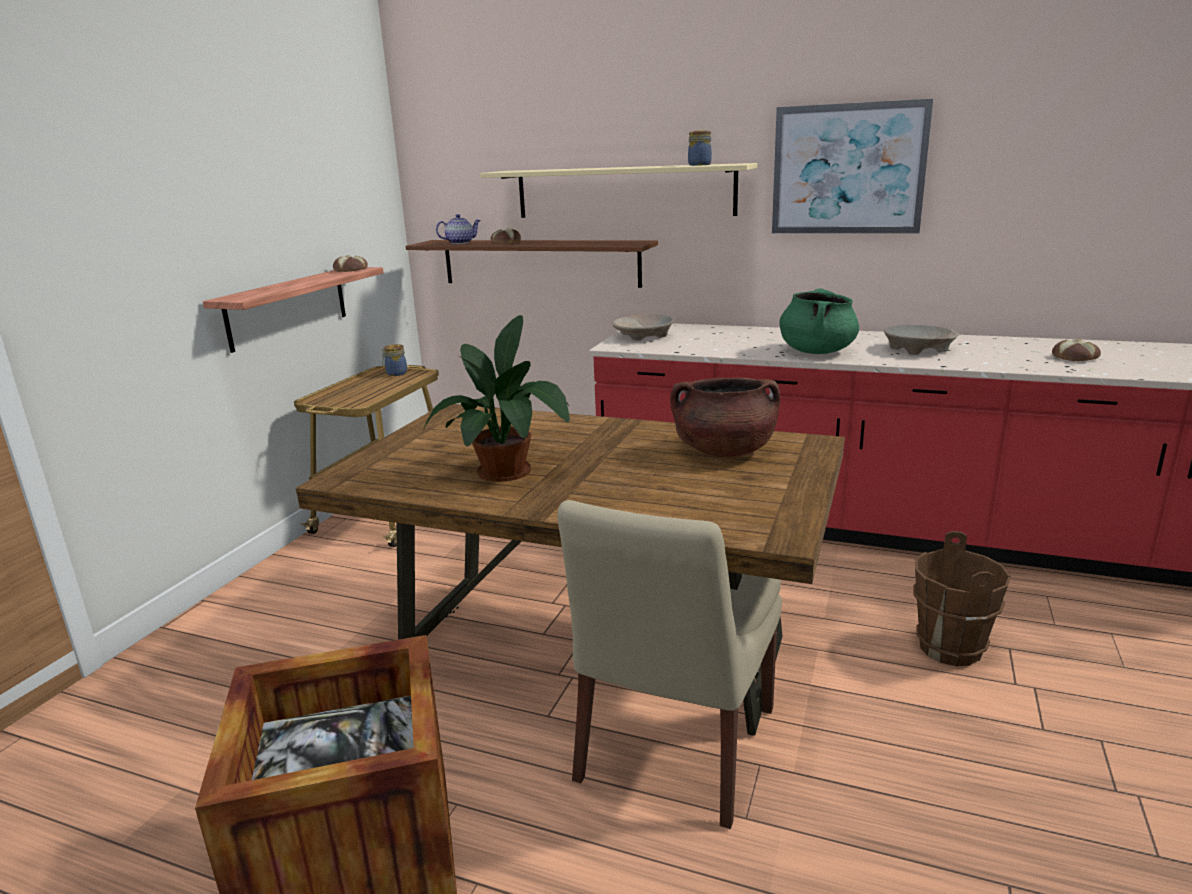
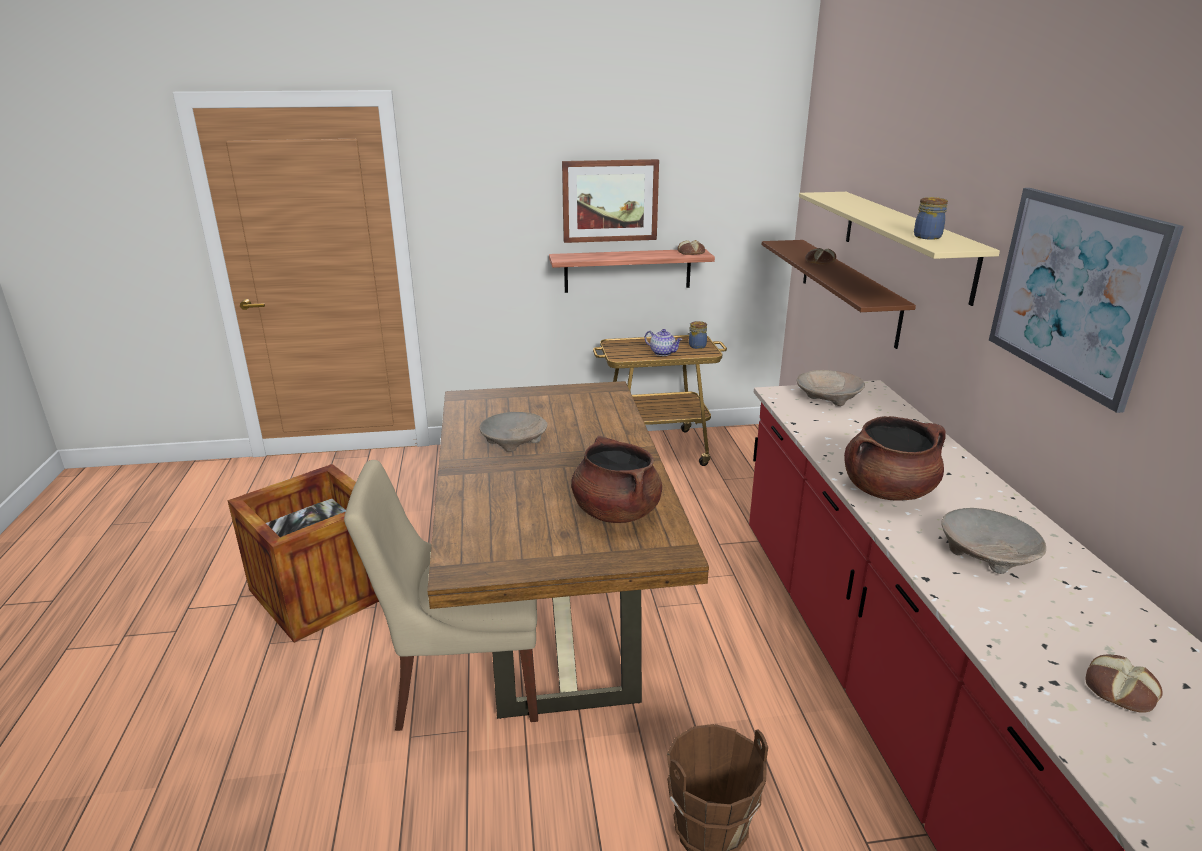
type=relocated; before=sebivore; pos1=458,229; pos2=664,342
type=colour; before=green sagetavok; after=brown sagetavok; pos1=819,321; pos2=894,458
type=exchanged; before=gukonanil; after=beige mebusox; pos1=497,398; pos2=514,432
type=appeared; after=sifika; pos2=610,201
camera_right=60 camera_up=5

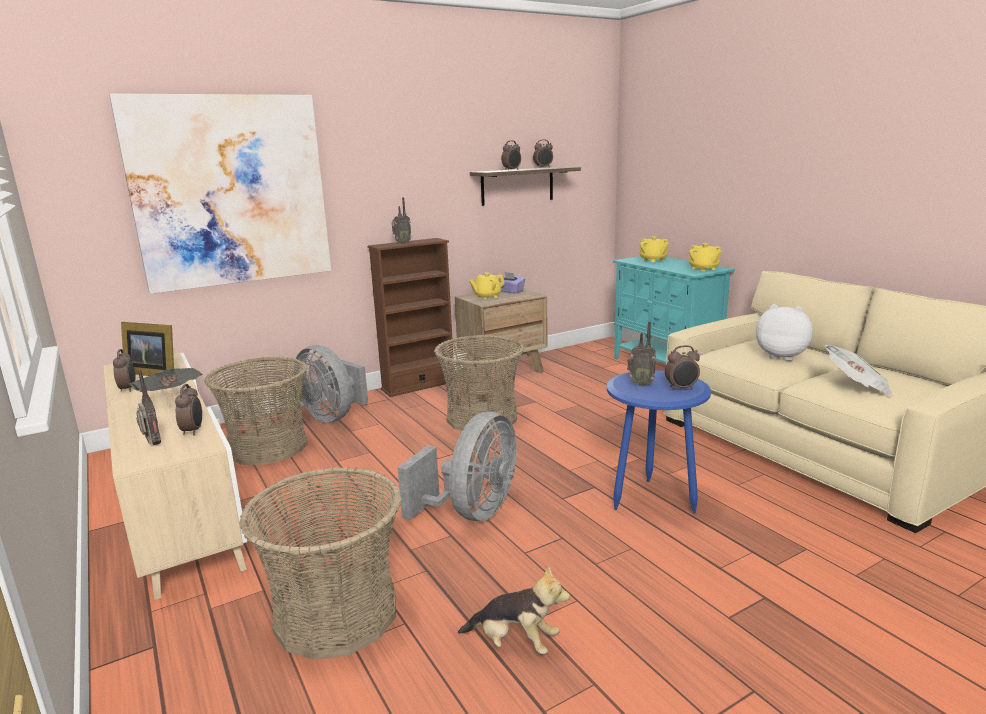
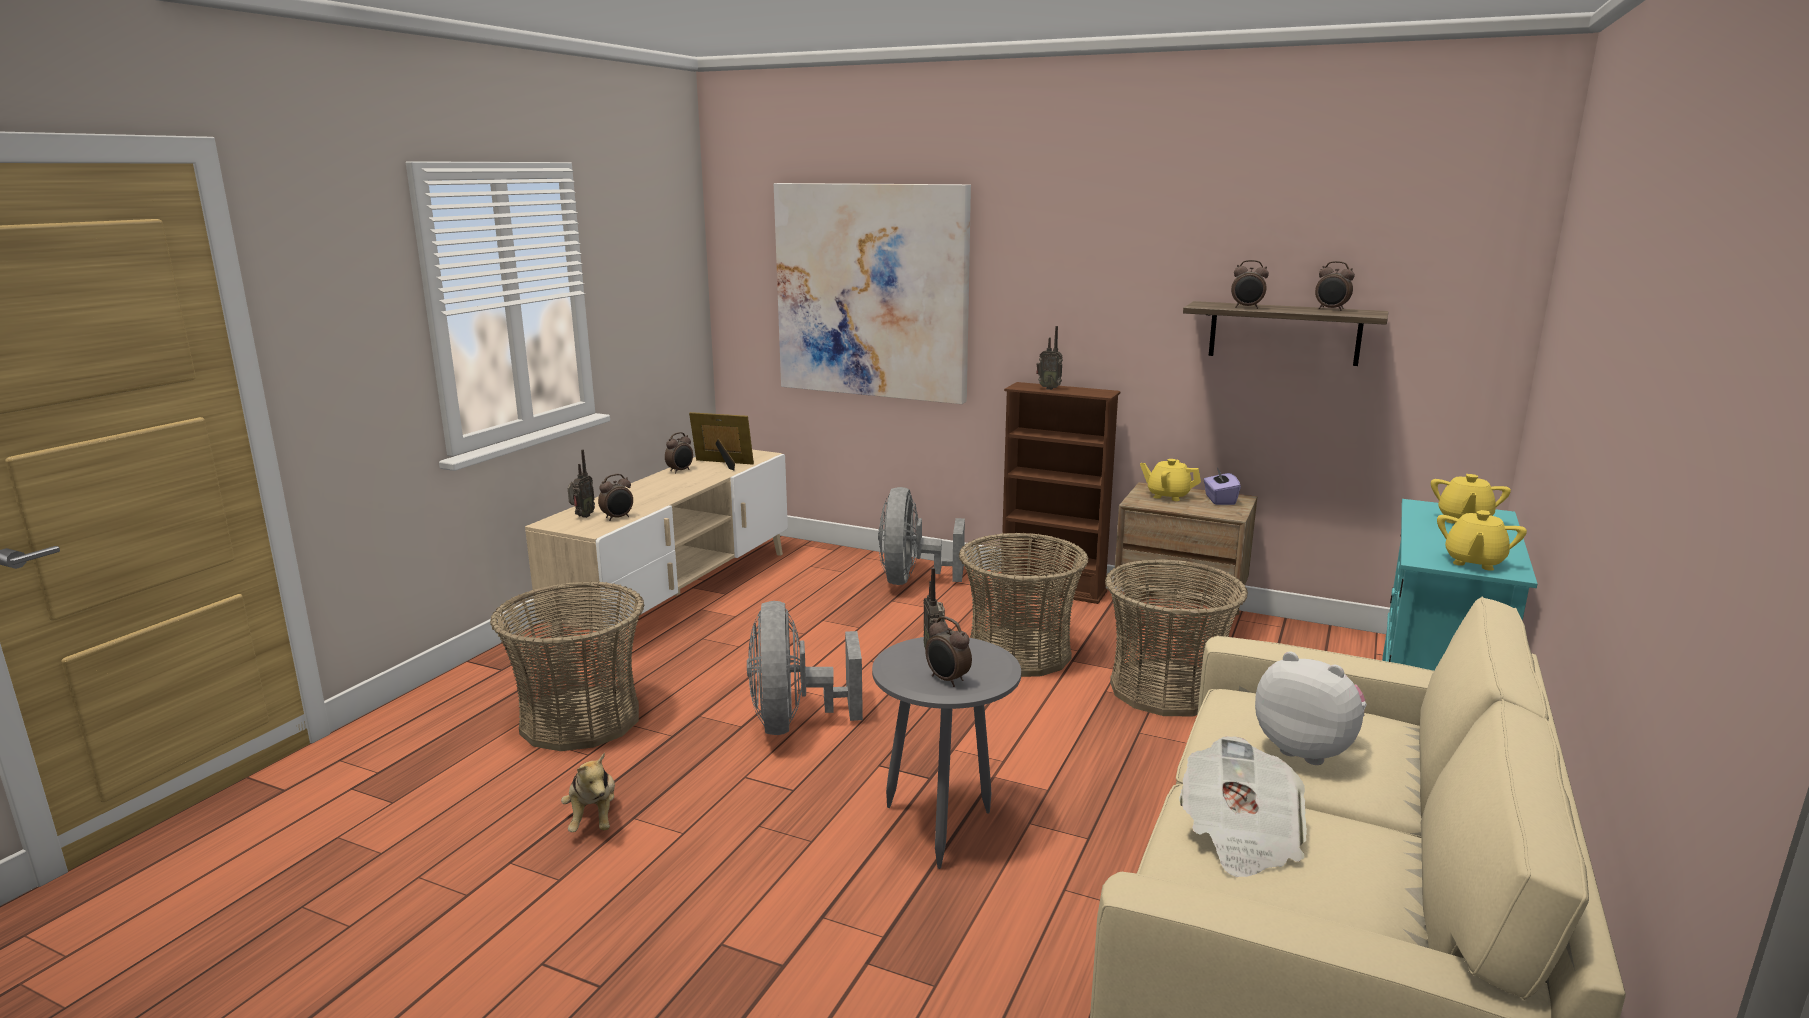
type=spun; before=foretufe; pos1=784,332; pos2=1311,708; turn=-45
type=spun; before=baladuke; pos1=147,349; pos2=721,441; turn=120
type=relocated; before=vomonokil; pos1=256,411; pos2=1176,638
type=missing; before=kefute; pos1=166,380
type=colour; before=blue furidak; after=grey furidak; pos1=659,442; pos2=946,753
type=spun; before=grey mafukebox; pos1=457,466; pos2=805,668; turn=90
camera_right=55 camera_up=0

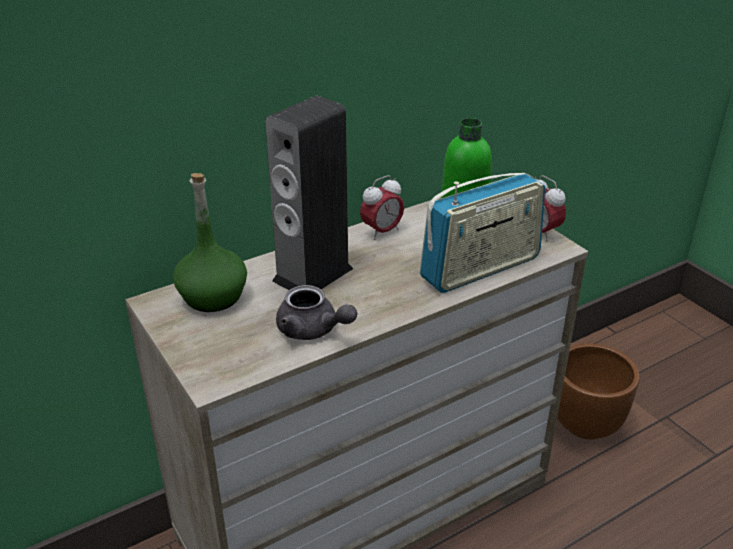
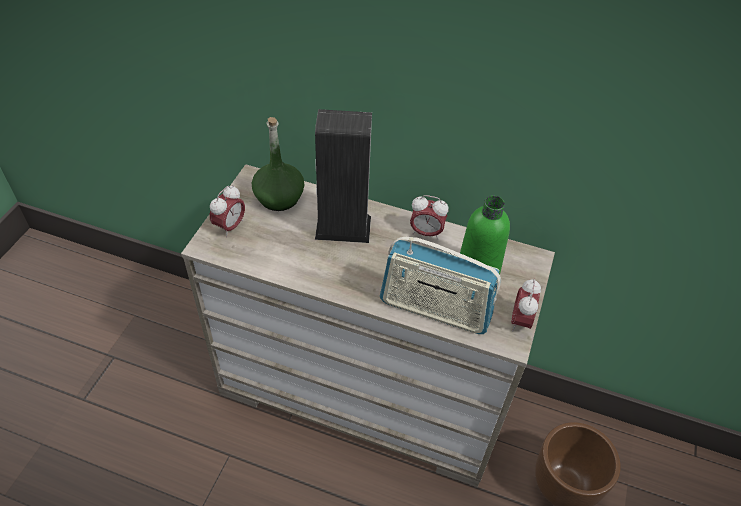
type=missing; before=grey sebivore; pos1=316,312
type=appeared; after=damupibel; pos2=227,211
camera_right=50 camera_up=15

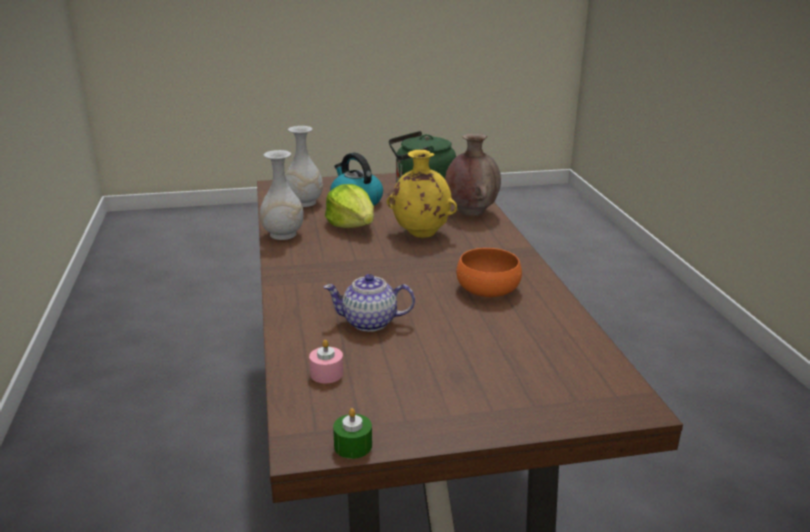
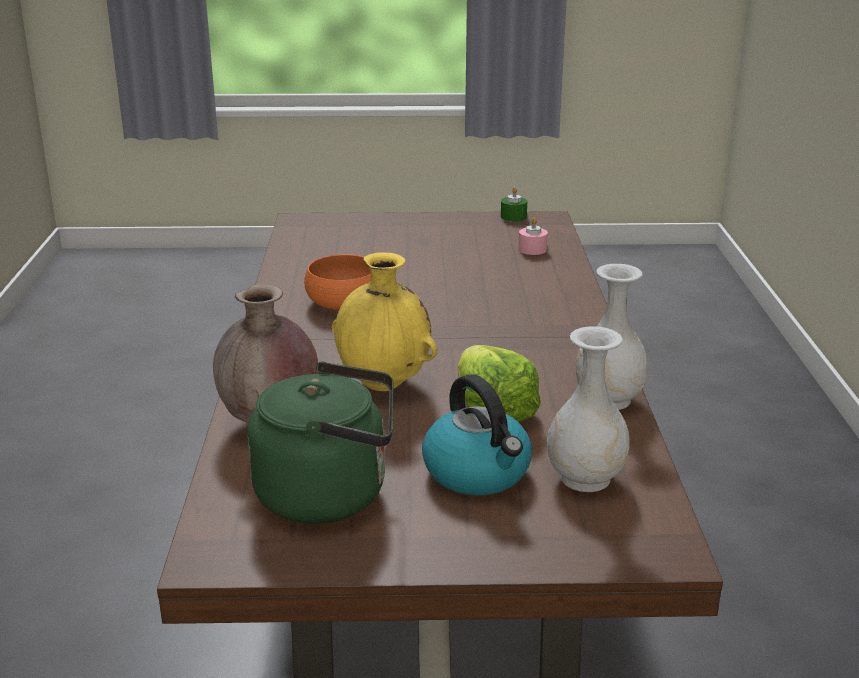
type=missing; before=sebivore; pos1=369,303
camera_right=-170 camera_up=0

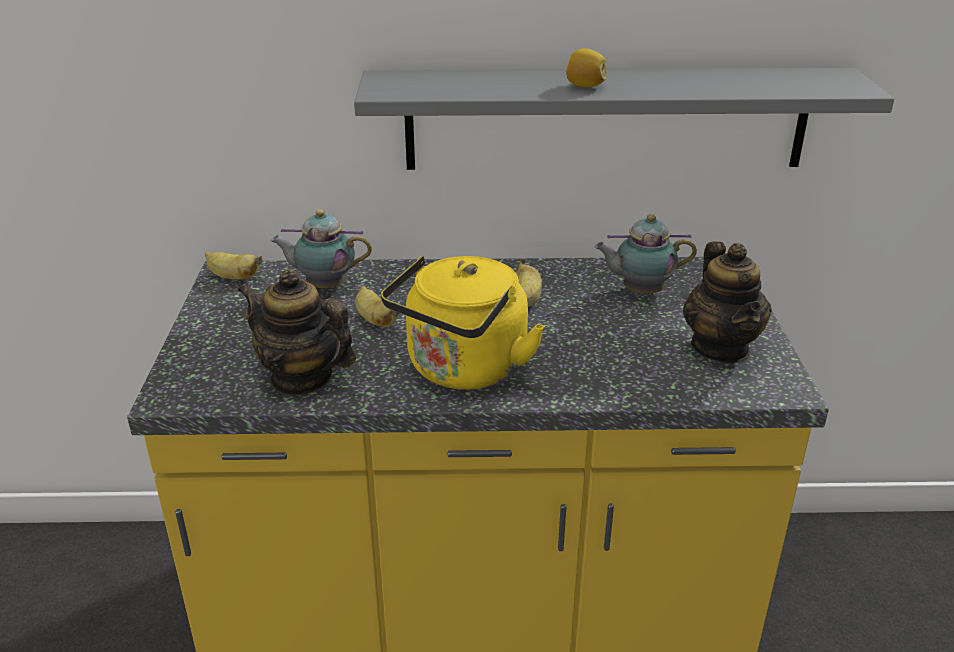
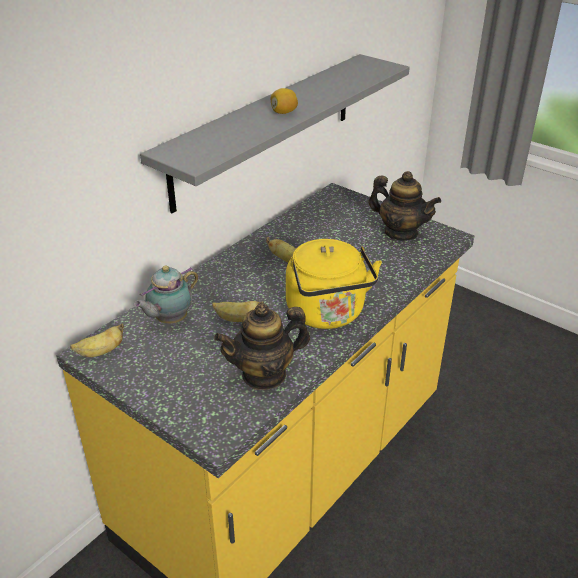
type=missing; before=sebivore; pos1=646,254
camera_right=-50 camera_up=5

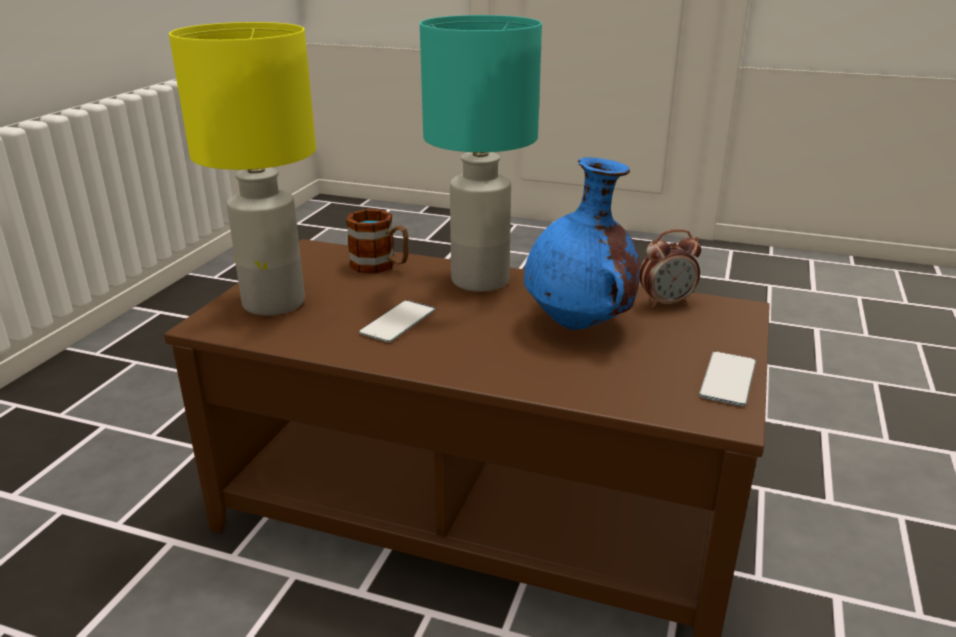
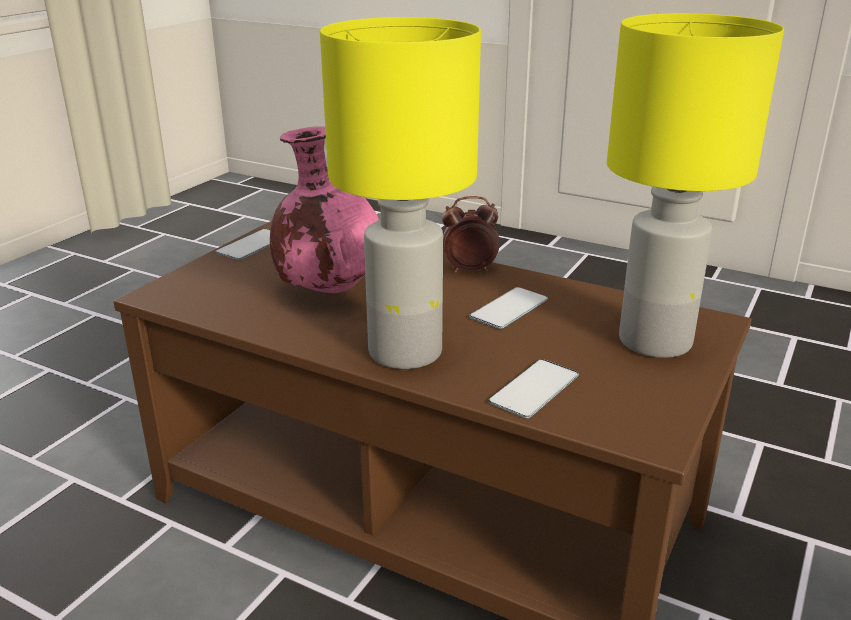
type=colour; before=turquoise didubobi; after=yellow didubobi; pos1=481,153; pos2=400,193
type=colour; before=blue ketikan; after=pink ketikan; pos1=582,243; pos2=324,209
type=exchanged; before=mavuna; after=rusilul; pos1=377,241; pos2=534,388
type=relocated; before=damupibel; pos1=670,268; pos2=471,234
camera_right=-170 camera_up=0

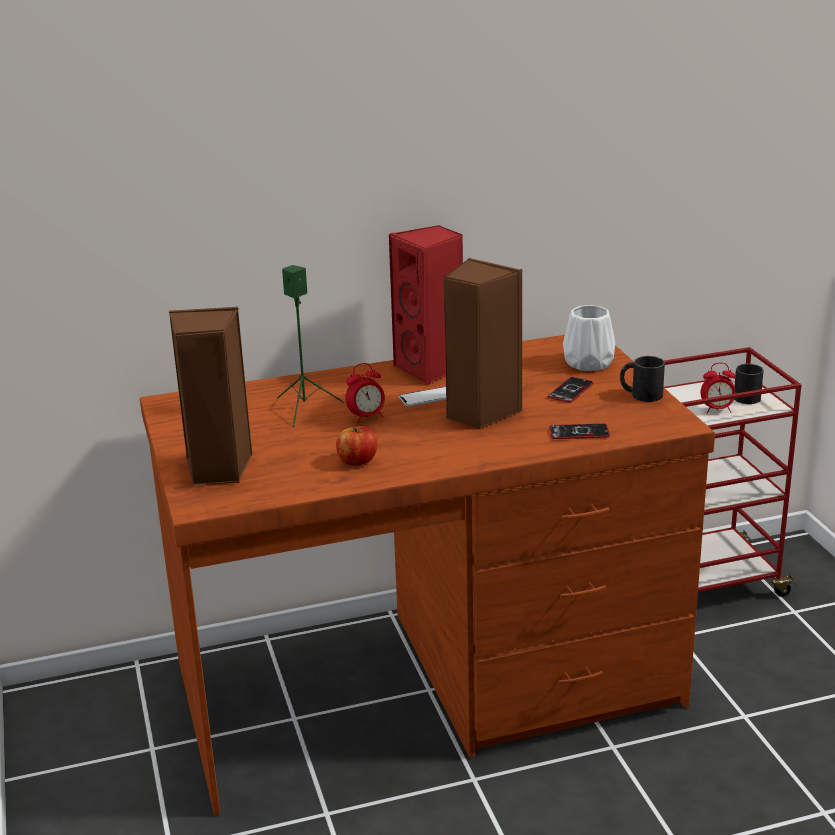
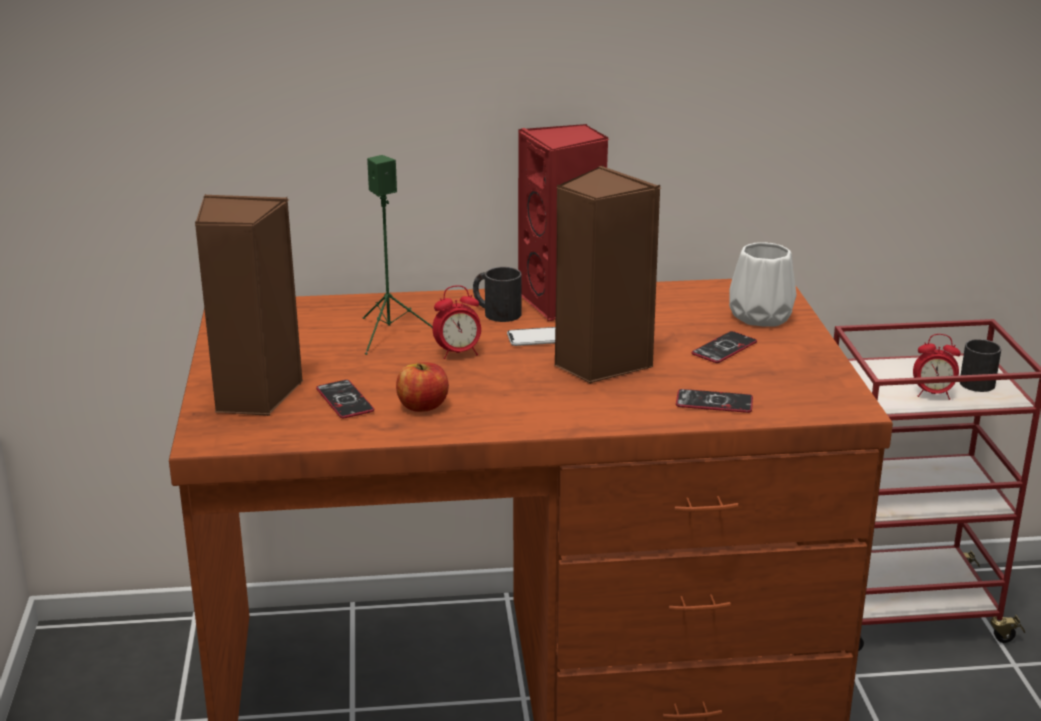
type=relocated; before=black mavuna; pos1=642,379; pos2=497,294
type=appeared; after=rusilul; pos2=345,399
camera_right=10 camera_up=0

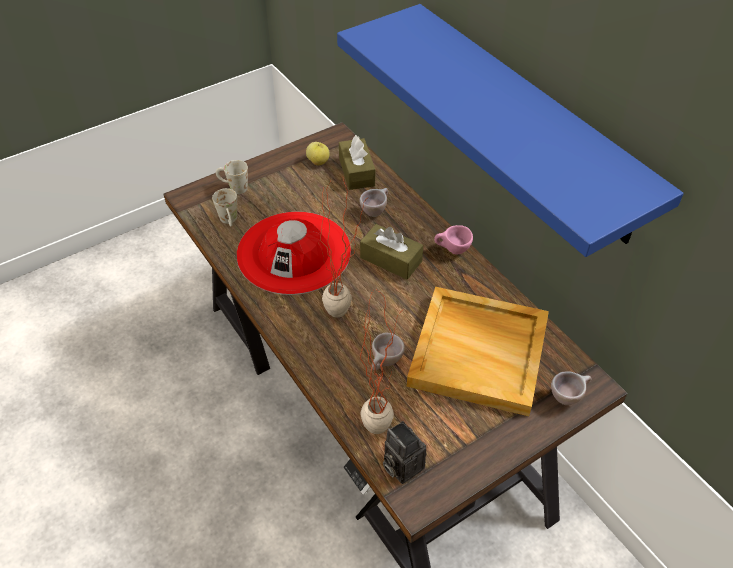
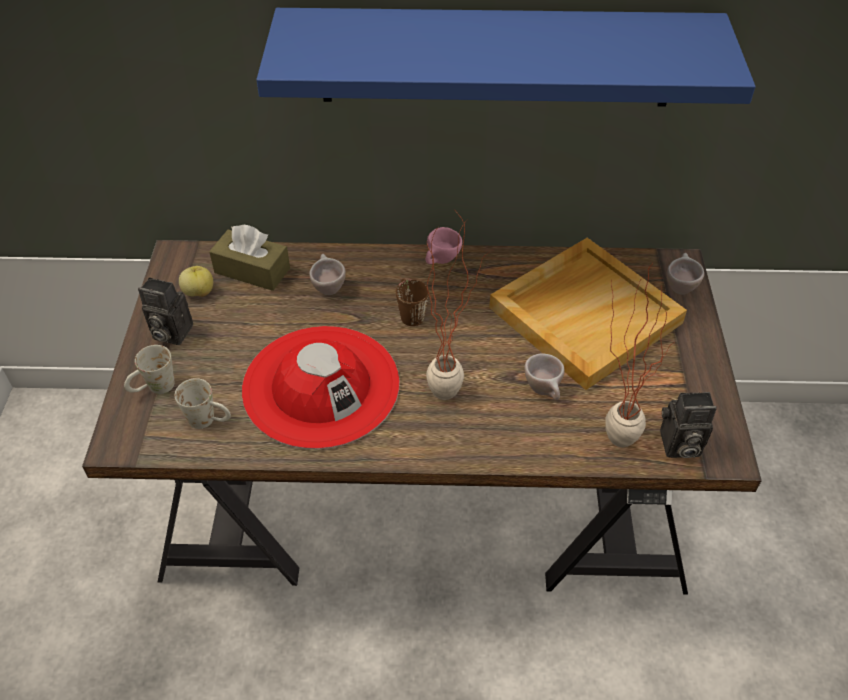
type=exchanged; before=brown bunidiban; after=brown mavuna; pos1=391,251; pos2=412,302
type=appeared; after=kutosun; pos2=165,311
camera_right=-55 camera_up=0

